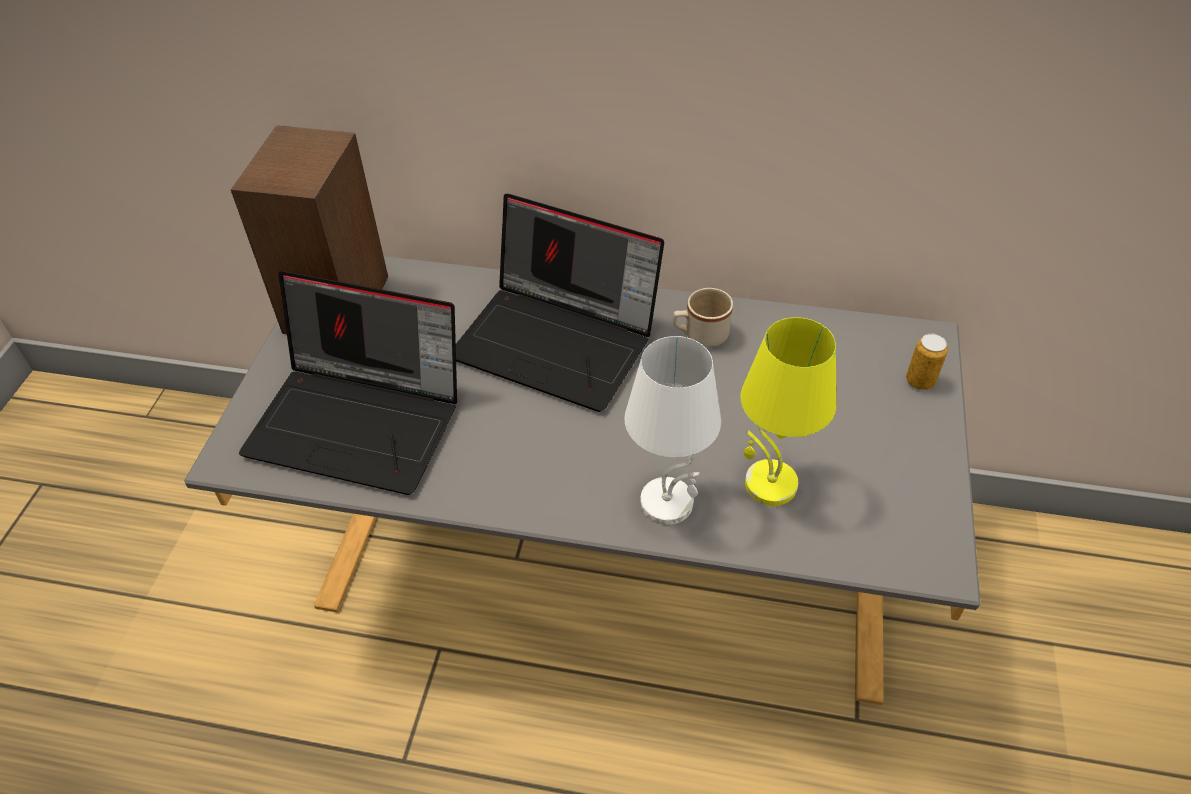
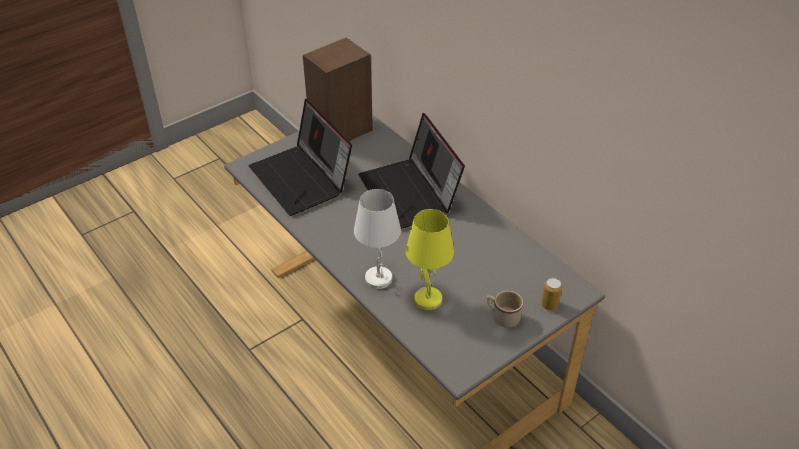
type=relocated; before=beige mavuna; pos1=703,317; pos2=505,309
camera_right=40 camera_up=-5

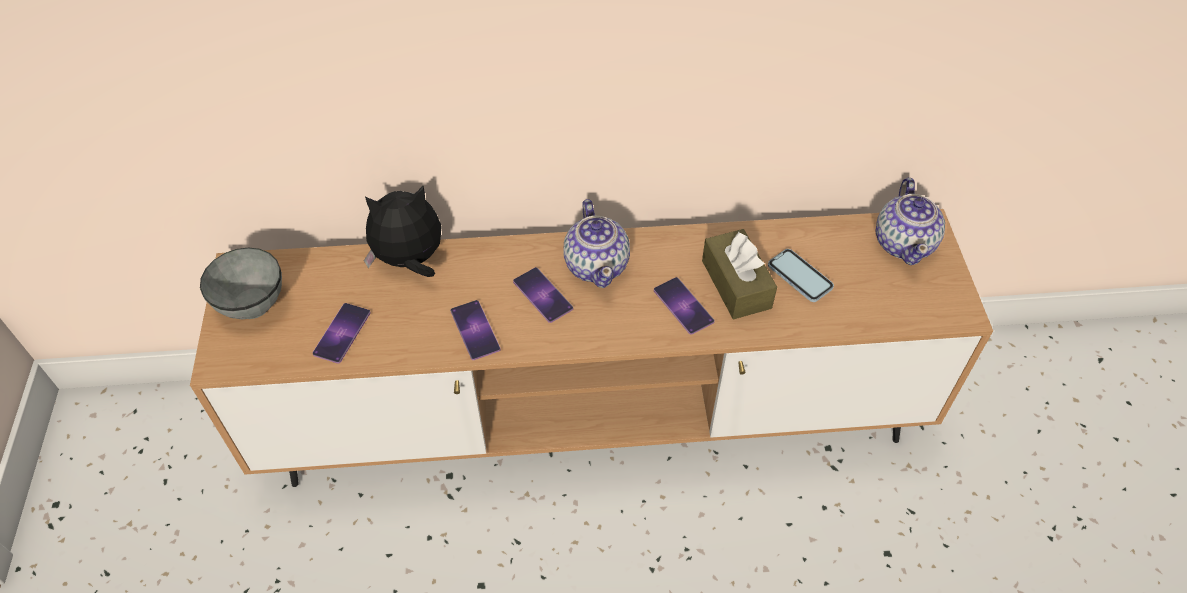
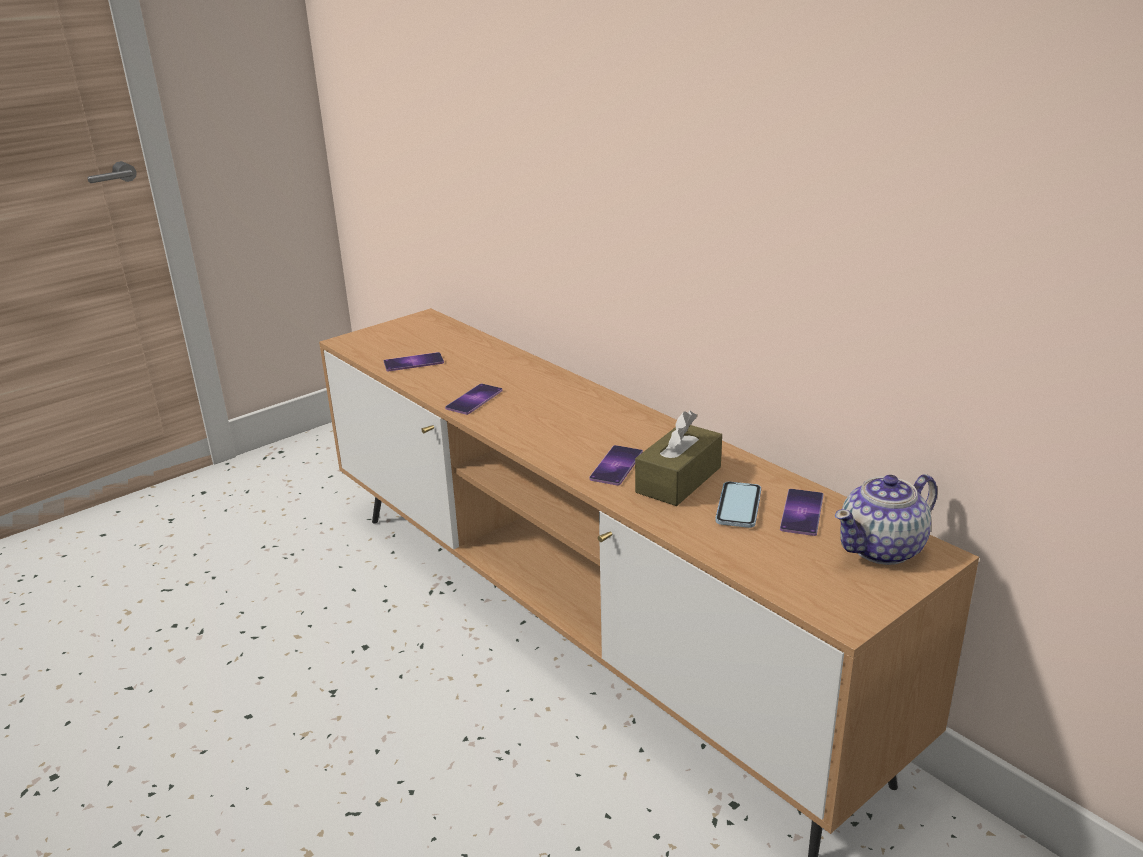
type=missing; before=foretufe; pos1=403,231
type=missing; before=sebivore; pos1=596,243
type=missing; before=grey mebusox; pos1=241,283
type=relocated; before=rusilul; pos1=543,295; pos2=802,512
camera_right=55 camera_up=-25

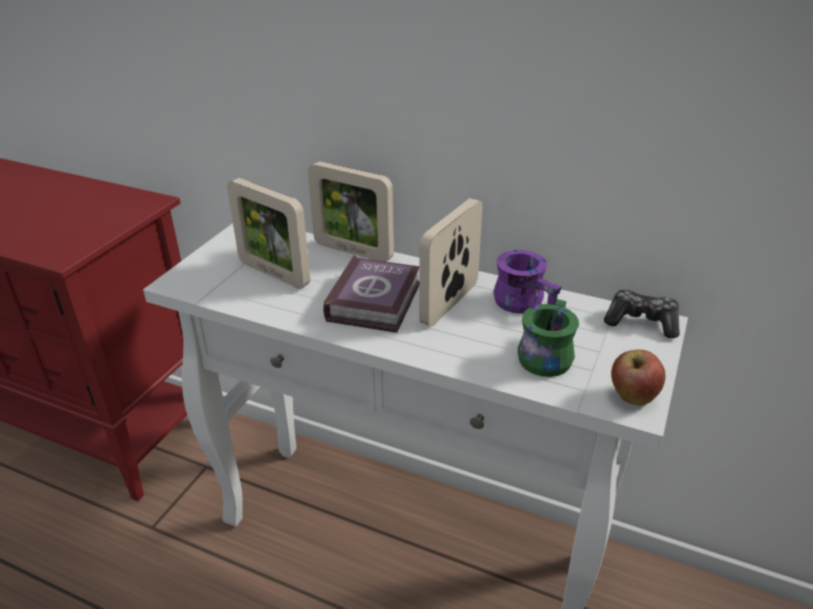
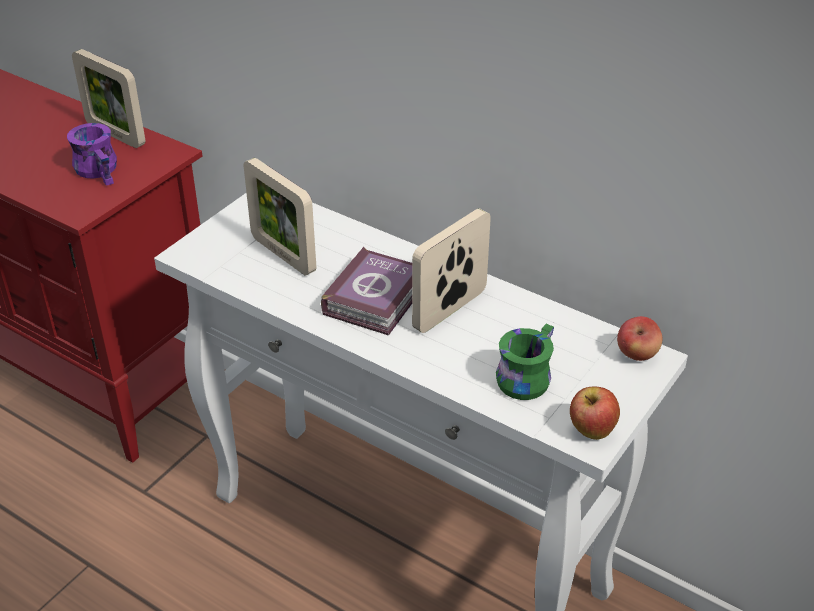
type=relocated; before=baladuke; pos1=351,211; pos2=108,98
type=relocated; before=purple mavuna; pos1=527,282; pos2=92,154
type=exchanged; before=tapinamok; after=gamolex; pos1=642,313; pos2=639,338
camera_right=10 camera_up=5

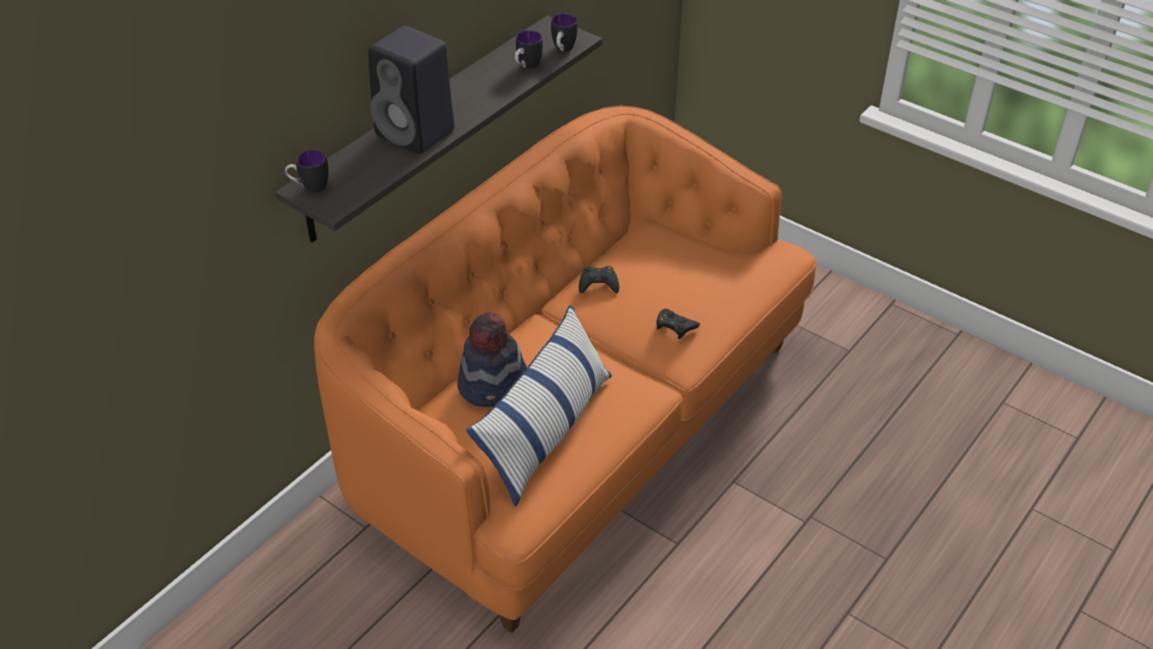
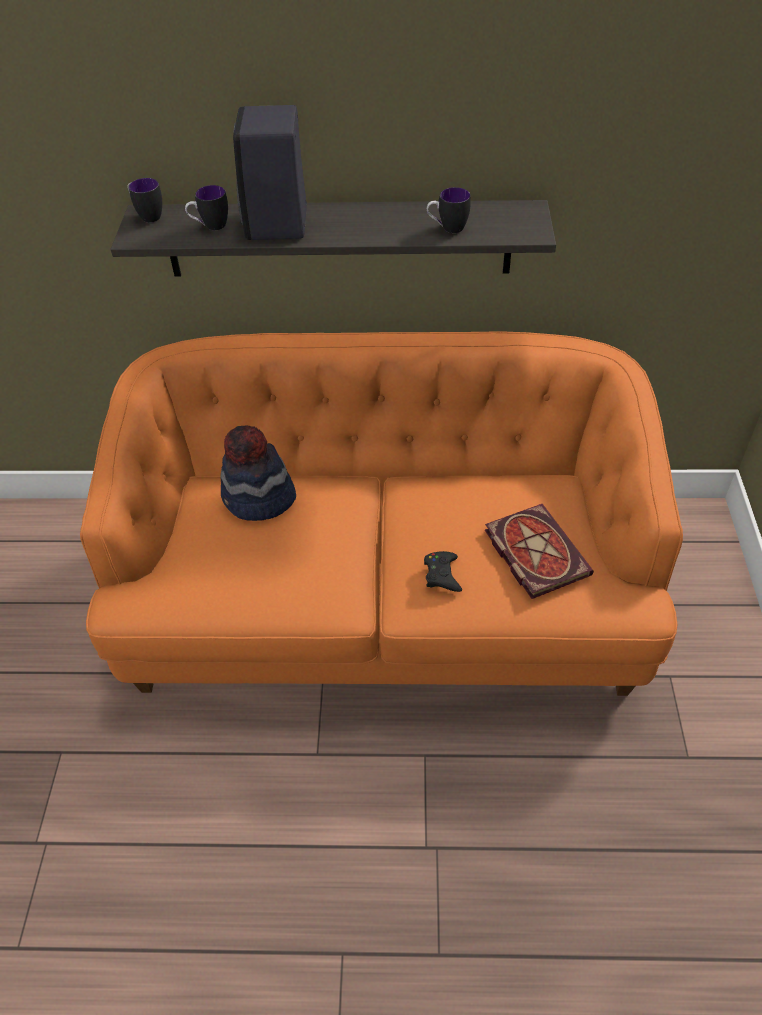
type=relocated; before=mavuna; pos1=564,33; pos2=206,207
type=missing; before=black tapinamok; pos1=599,279
type=missing; before=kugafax; pos1=539,406
type=appeared; after=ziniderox; pos2=539,551
camera_right=55 camera_up=5

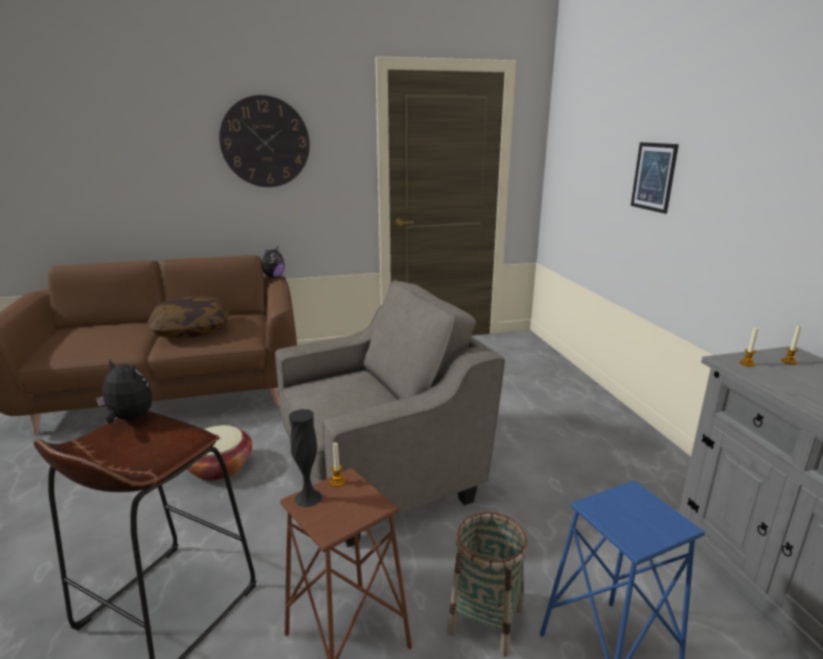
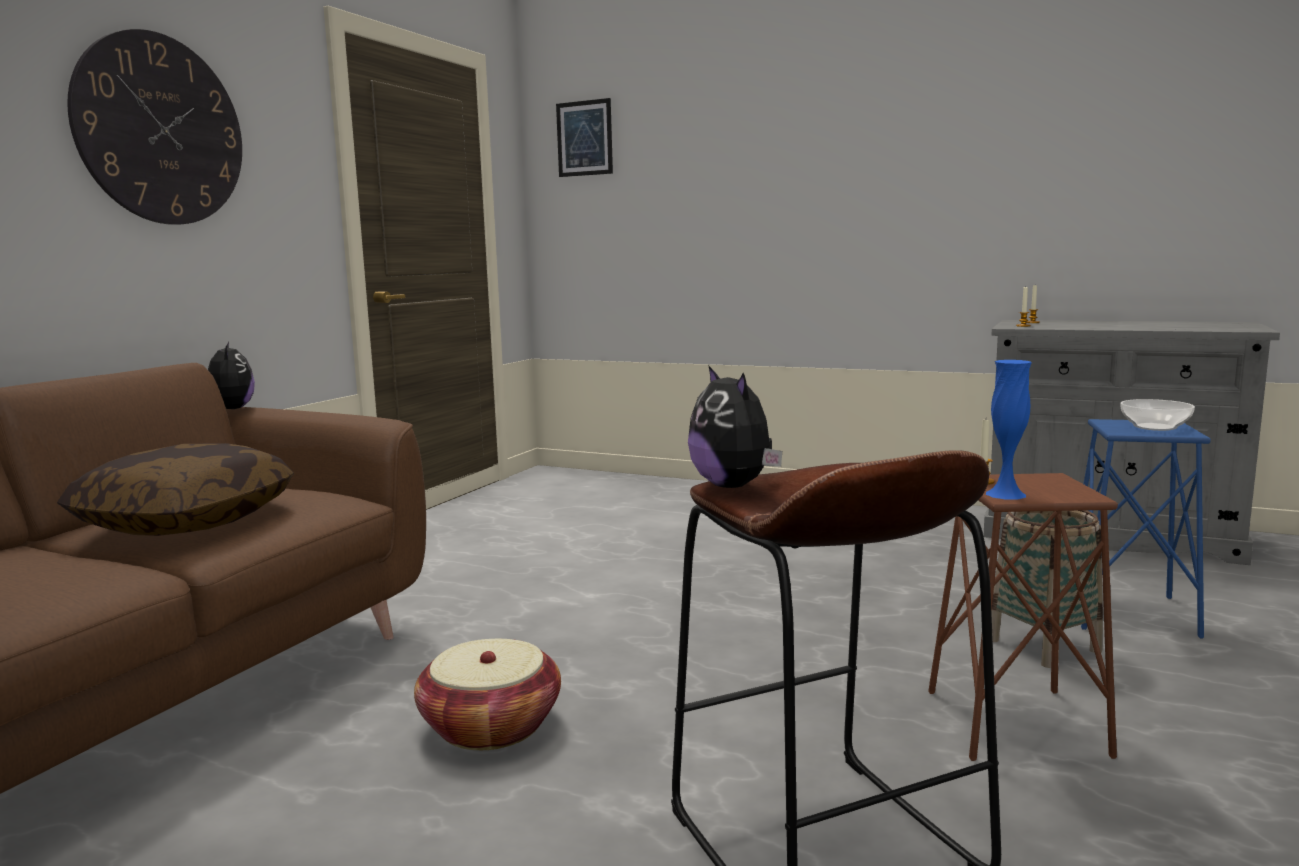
type=relocated; before=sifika; pos1=655,178; pos2=584,137
type=missing; before=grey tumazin; pos1=390,413
type=spun; before=foretufe; pos1=124,391; pos2=735,426; turn=-90
type=colour; before=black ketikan; after=blue ketikan; pos1=305,458; pos2=1009,430
type=appeared; after=mebusox; pos2=1157,415
camera_right=-50 camera_up=-10

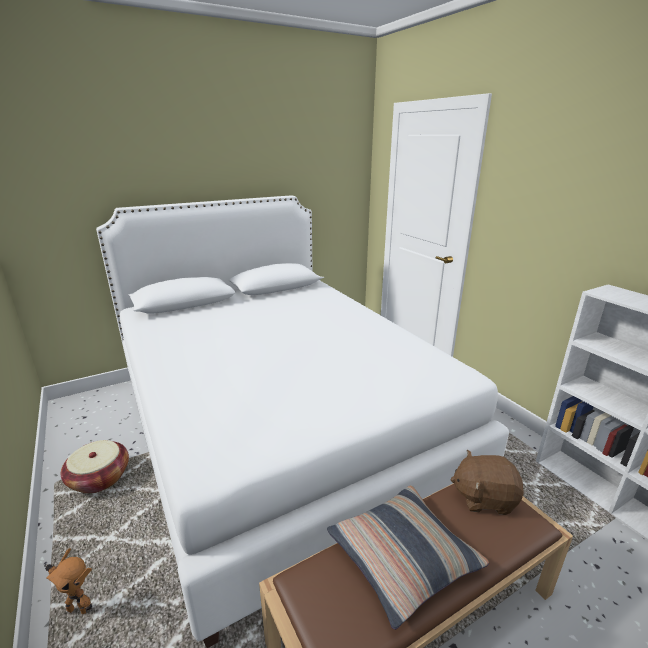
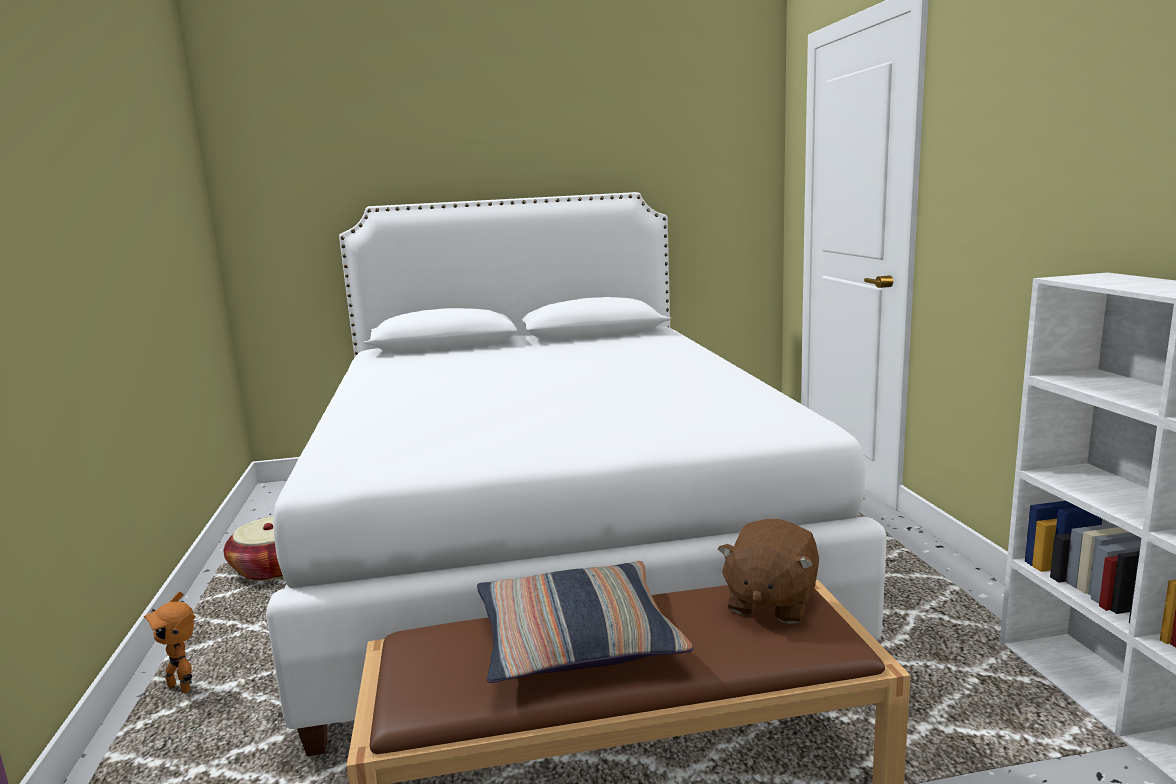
type=spun; before=brown foretufe; pos1=487,482; pos2=768,571; turn=-90
camera_right=20 camera_up=-10

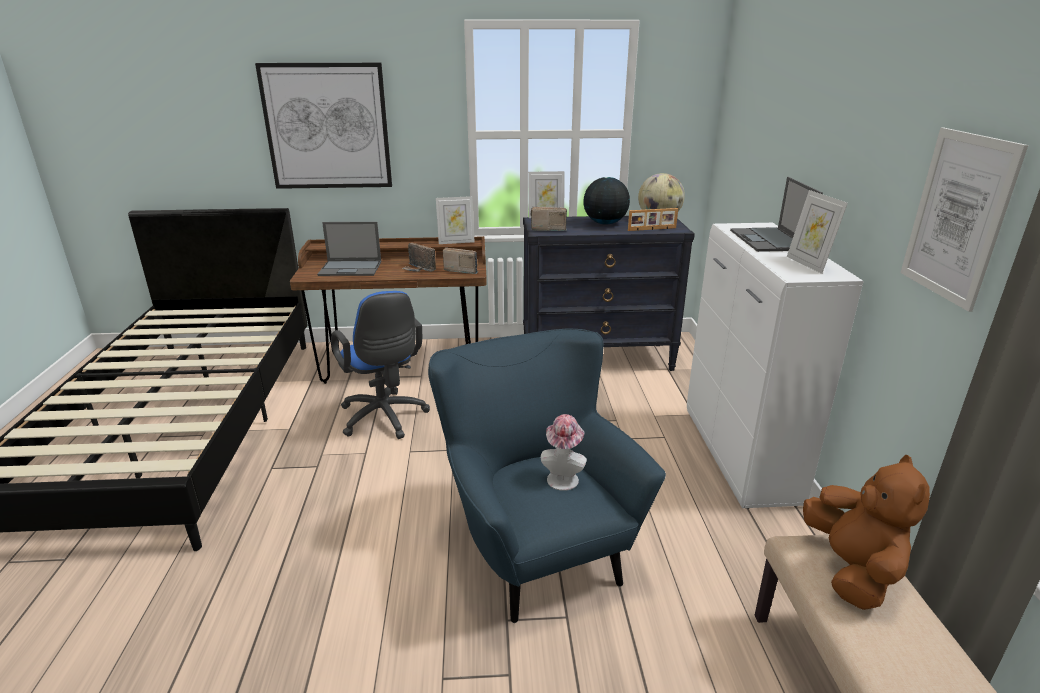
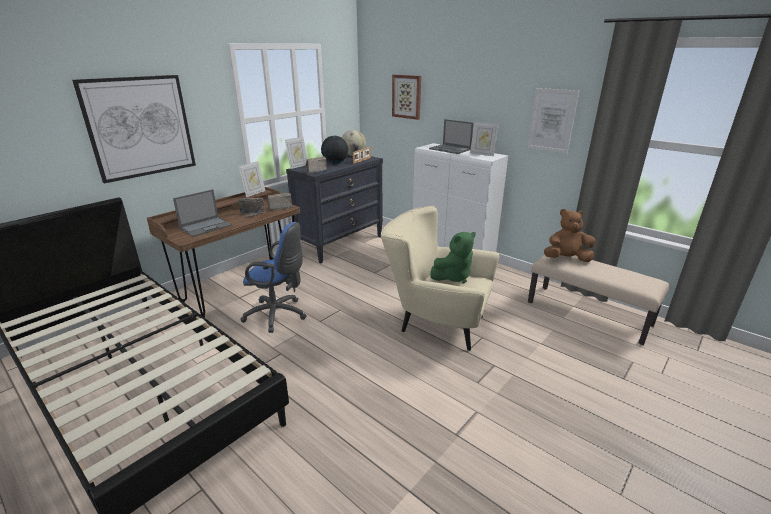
type=colour; before=blue tumazin; after=beige tumazin; pos1=547,475; pos2=440,278
type=exchanged; before=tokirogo; after=green foretufe; pos1=564,452; pos2=453,257
type=spun; before=brown foretufe; pos1=866,532; pos2=570,235; turn=-45
type=appeared; after=sifika; pos2=406,97
camera_right=-45 camera_up=0

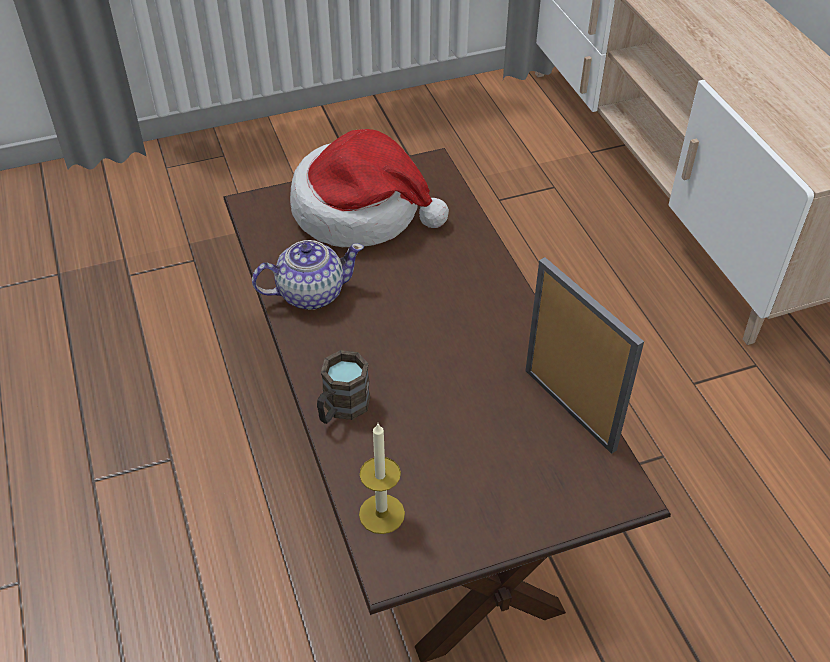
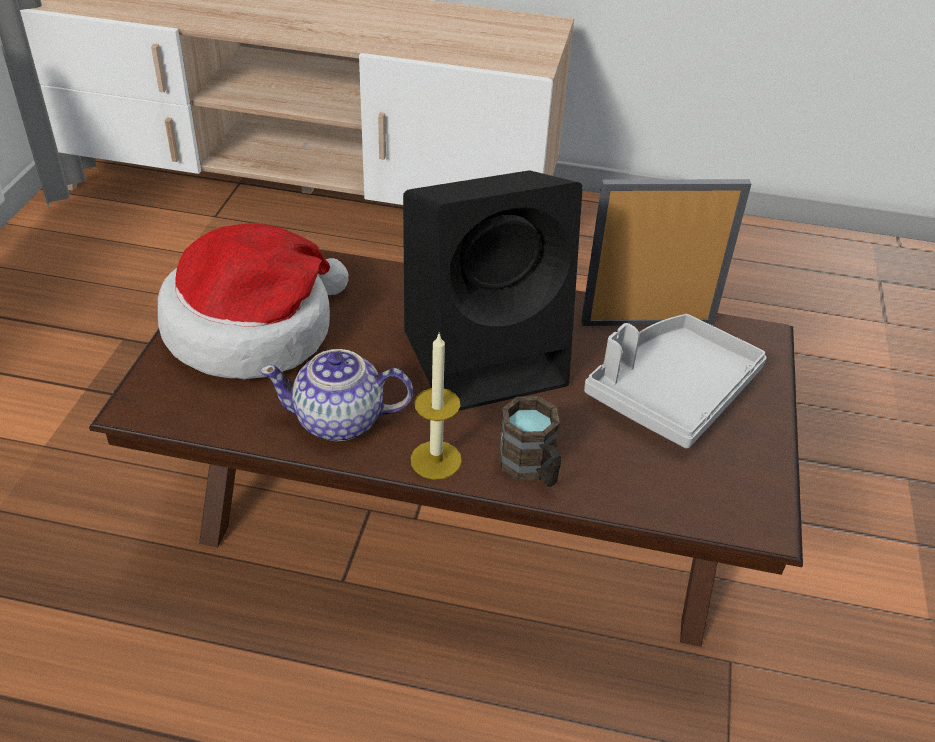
type=spun; before=sebivore; pos1=308,275; pos2=336,395; turn=-105
type=relocated; before=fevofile; pos1=382,479; pos2=436,406
type=appeared; after=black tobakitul; pos2=493,290
type=appeared; after=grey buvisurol; pos2=675,381
camera_right=-60 camera_up=-5

